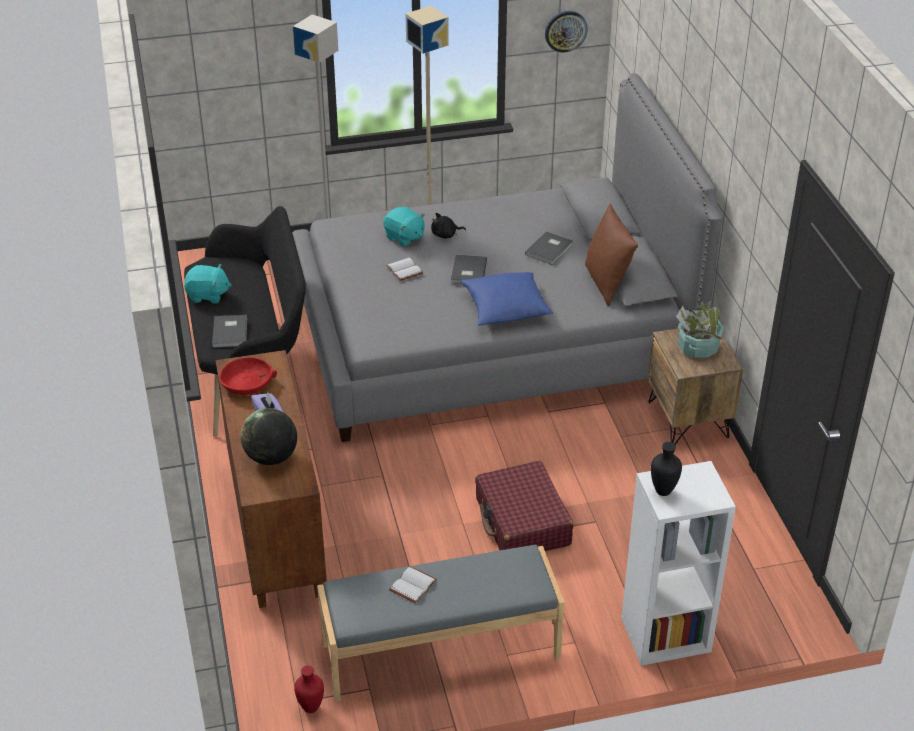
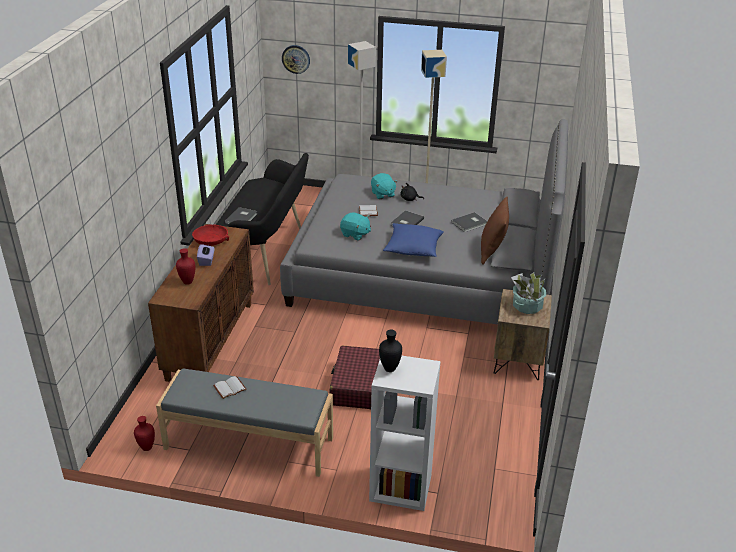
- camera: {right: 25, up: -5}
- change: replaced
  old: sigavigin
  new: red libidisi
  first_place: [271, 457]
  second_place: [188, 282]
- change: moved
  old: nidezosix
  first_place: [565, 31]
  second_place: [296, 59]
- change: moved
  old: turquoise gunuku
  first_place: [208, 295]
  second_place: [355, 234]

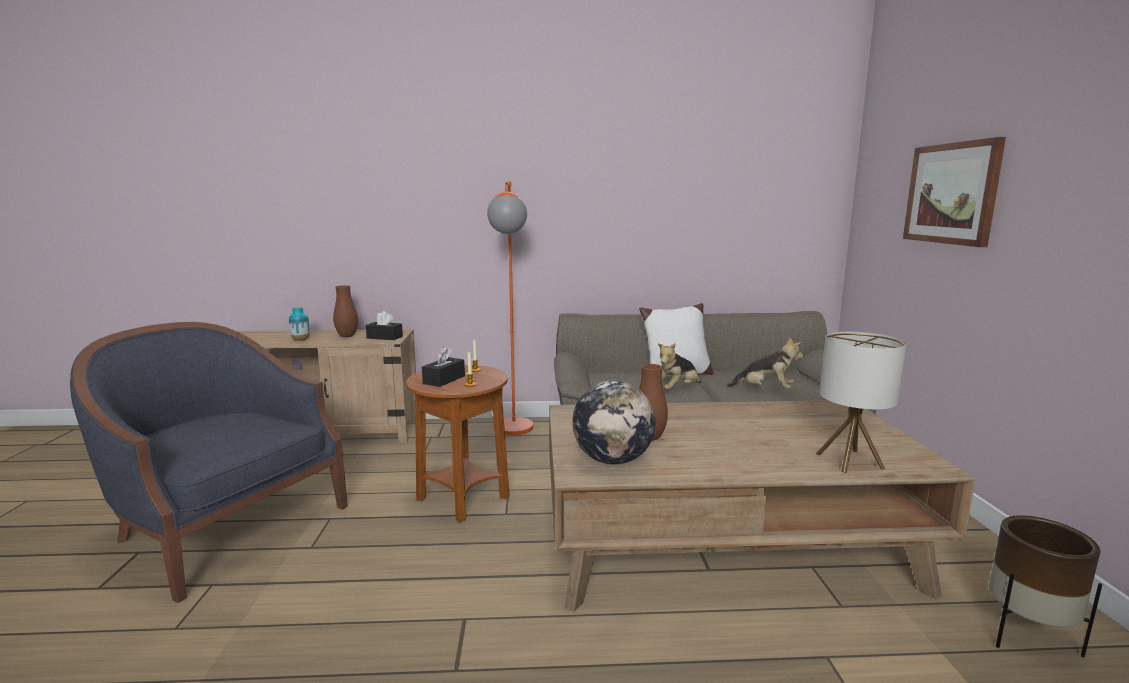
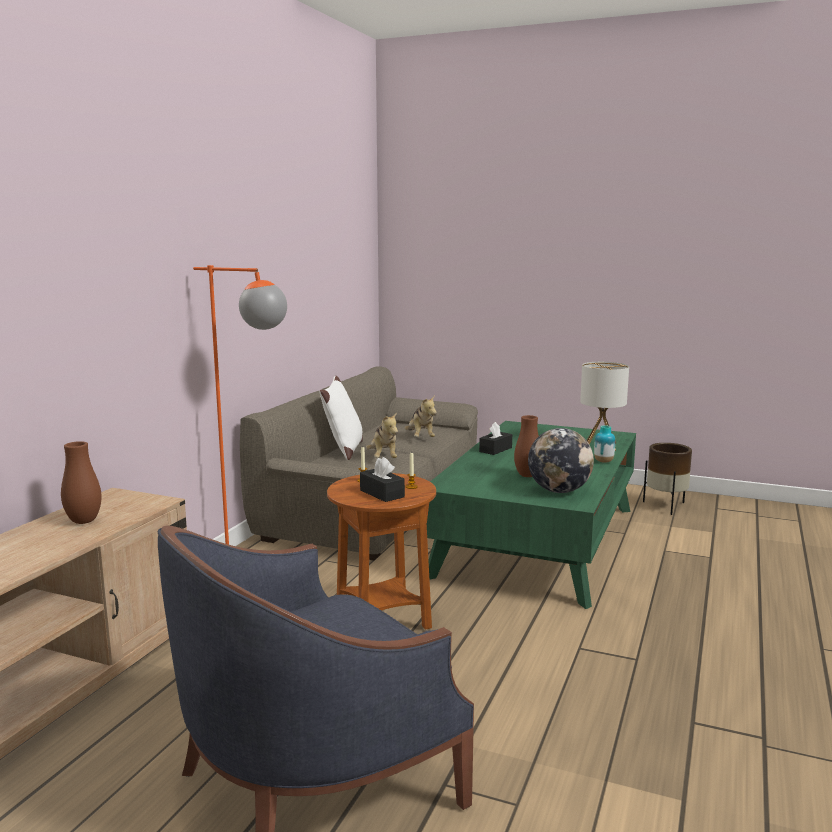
- camera: {right: -65, up: 0}
- change: turned
  old: gunuku
  first_place: [765, 390]
  second_place: [420, 438]
  degrees: 120
- change: recoloured
  old: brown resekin
  new: green resekin
  first_place: [724, 540]
  second_place: [538, 540]
- change: moved
  old: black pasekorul
  first_place: [384, 337]
  second_place: [495, 449]
- change: moved
  old: libidisi
  first_place: [300, 340]
  second_place: [603, 461]
- change: removed
  old: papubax
  first_place: [951, 193]

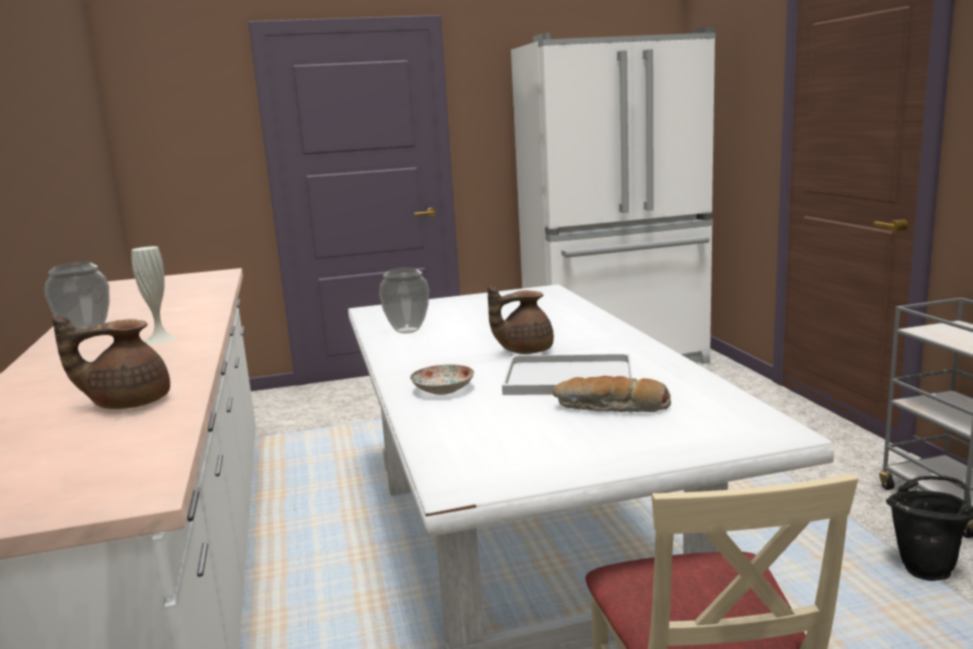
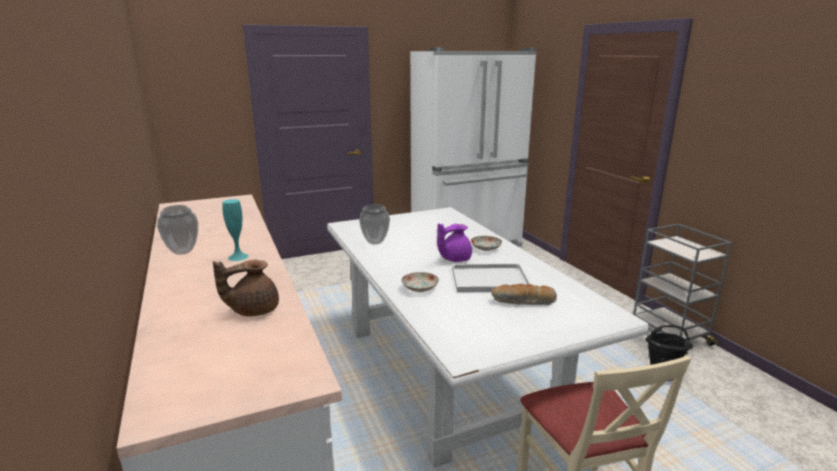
- camera: {right: -10, up: 5}
- change: recoloured
  old: white libidisi
  new: turquoise libidisi
  first_place: [160, 339]
  second_place: [238, 257]
- change: recoloured
  old: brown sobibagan
  new: purple sobibagan
  first_place: [524, 350]
  second_place: [454, 259]
- change: added
  new: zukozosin
  second_place: [486, 248]

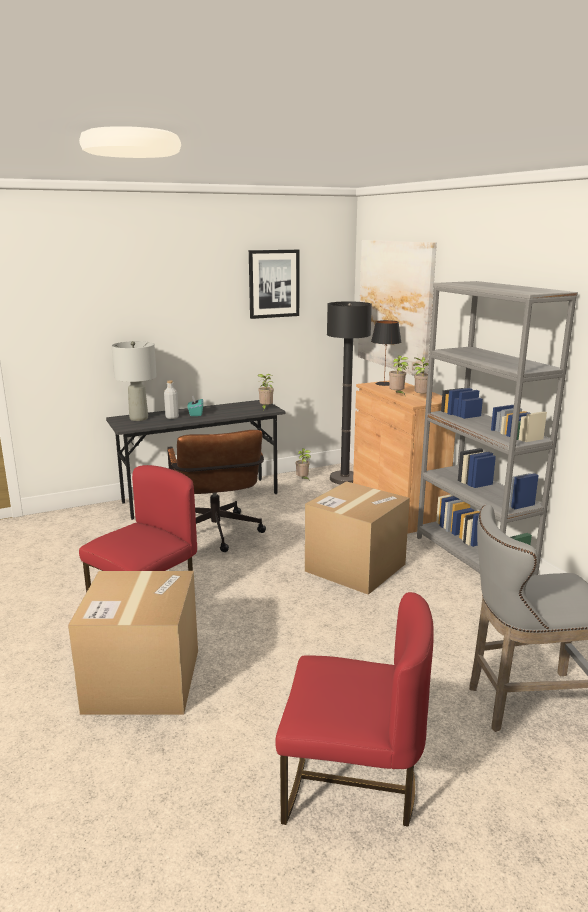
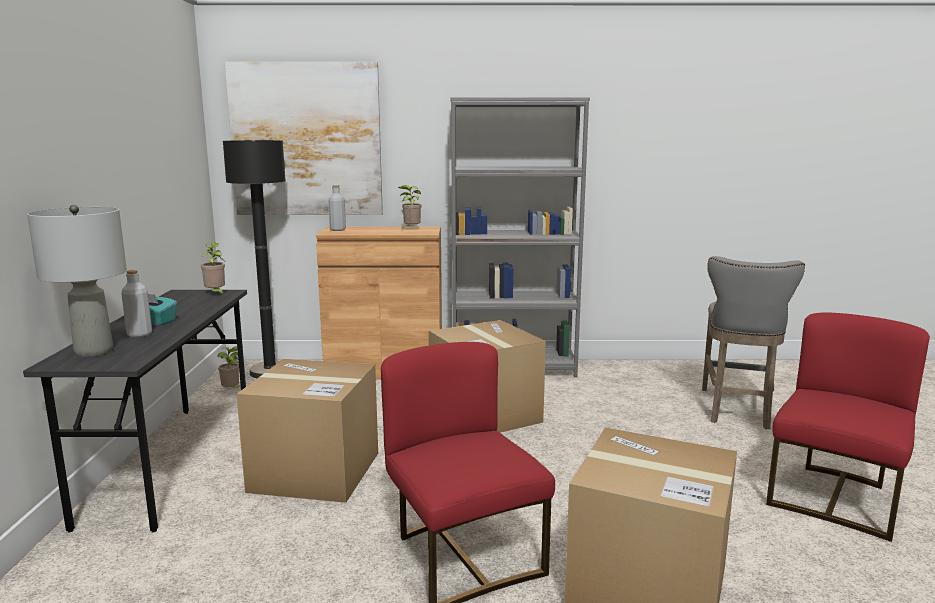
- camera: {right: -65, up: -5}
- change: replaced
  old: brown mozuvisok
  new: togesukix
  first_place: [217, 536]
  second_place: [315, 472]
- change: replaced
  old: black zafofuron
  new: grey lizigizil
  first_place: [384, 384]
  second_place: [338, 230]
- change: removed
  old: papubax
  first_place: [274, 284]
- change: removed
  old: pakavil
  first_place: [397, 394]

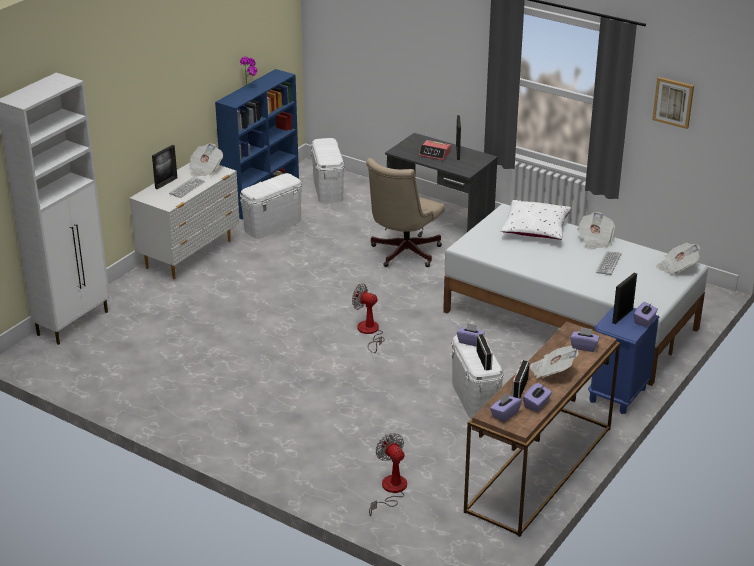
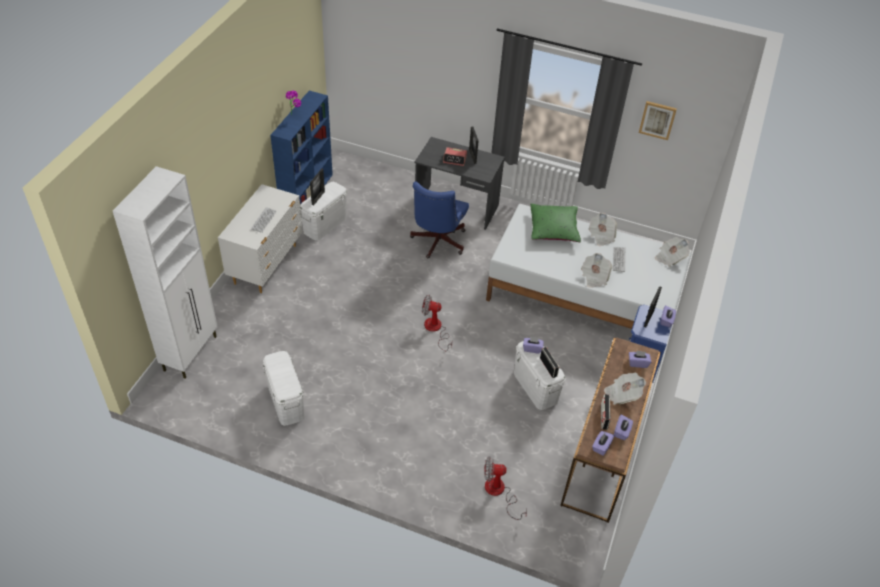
- camera: {right: -15, up: 15}
- change: moved
  old: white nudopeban
  first_place: [328, 190]
  second_place: [286, 401]
- change: moved
  old: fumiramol
  first_place: [166, 183]
  second_place: [318, 198]
- change: recoloured
  old: beige mozuvisok
  new: blue mozuvisok
  first_place: [402, 254]
  second_place: [437, 243]
- change: turned
  old: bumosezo
  first_place: [390, 490]
  second_place: [499, 492]
  degrees: -45
- change: recoloured
  old: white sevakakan
  new: green sevakakan
  first_place: [535, 229]
  second_place: [553, 229]
- change: moved
  old: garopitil
  first_place: [205, 169]
  second_place: [594, 277]

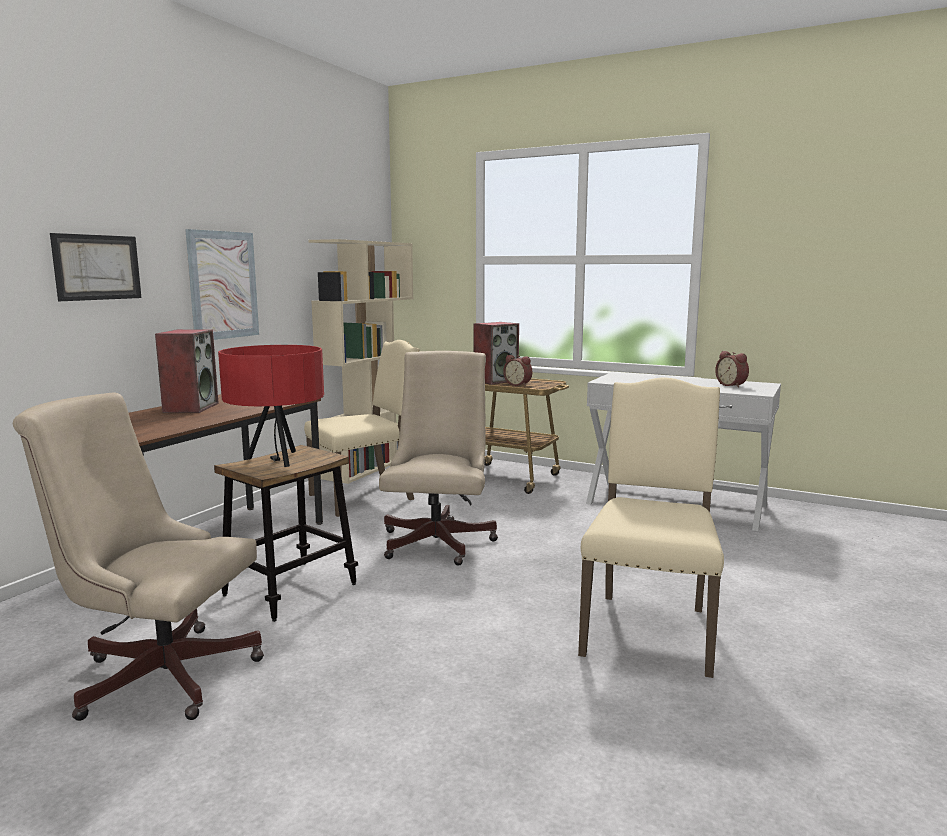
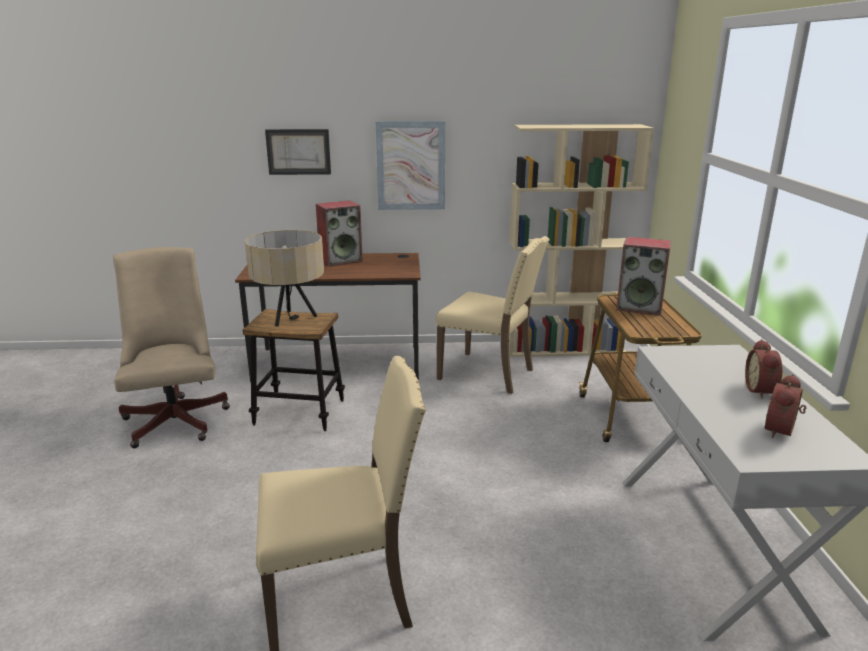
- camera: {right: 60, up: 10}
- change: recoloured
  old: red zafofuron
  new: beige zafofuron
  first_place: [277, 461]
  second_place: [290, 320]
- change: moved
  old: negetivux
  first_place: [518, 384]
  second_place: [762, 391]
- change: removed
  old: beige mozuvisok
  first_place: [439, 540]

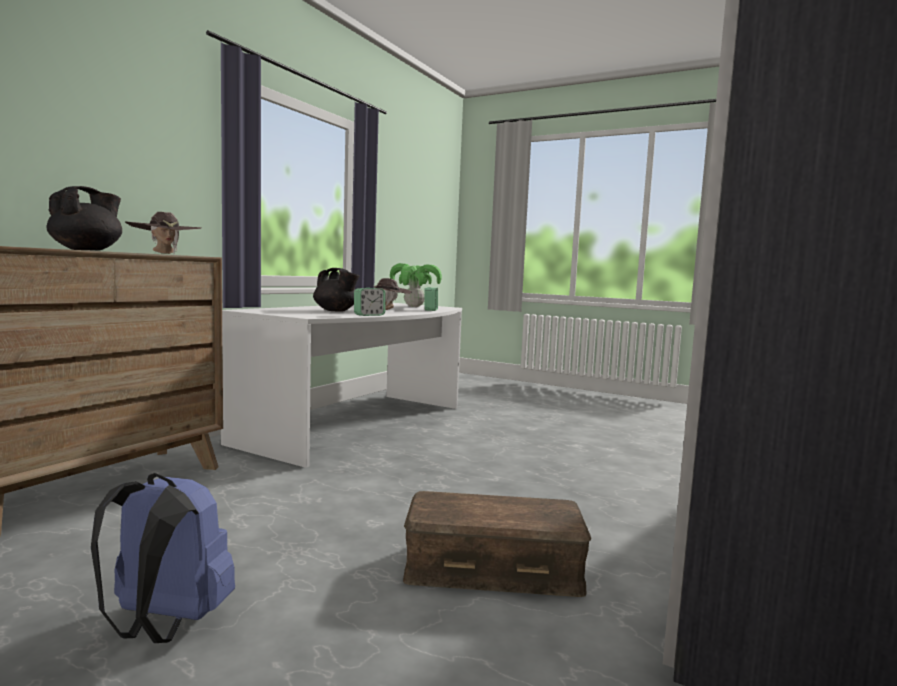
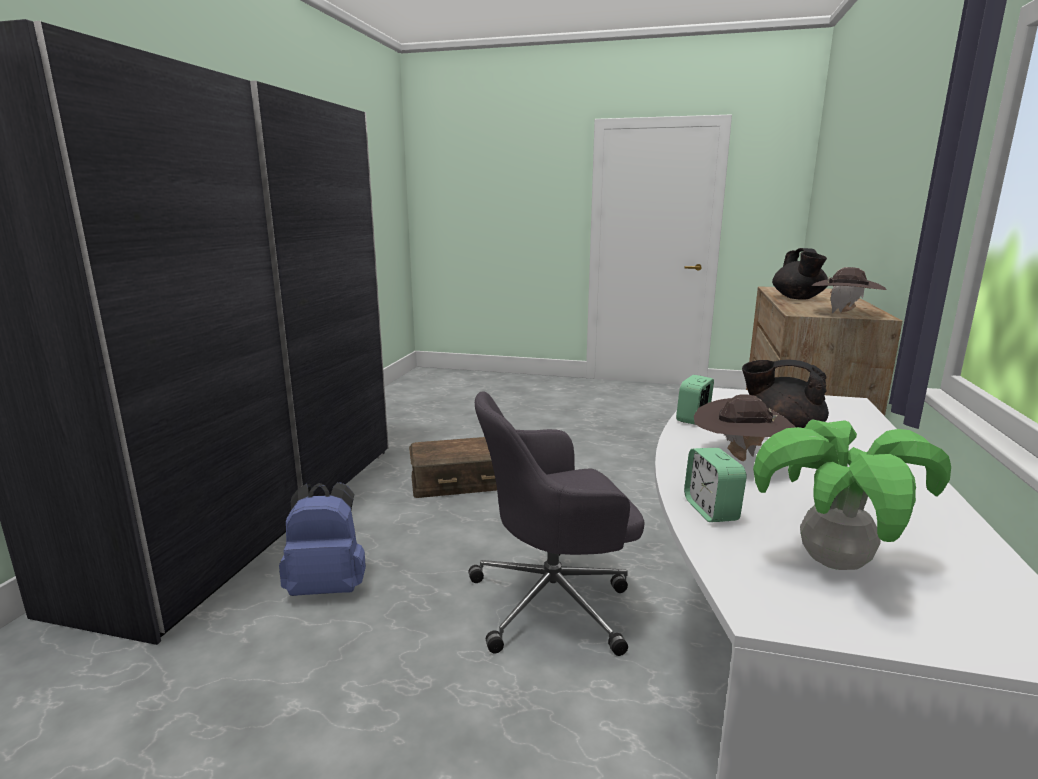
- camera: {right: 165, up: 10}
- change: moved
  old: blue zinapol
  first_place: [165, 625]
  second_place: [328, 586]
- change: added
  new: grey mozuvisok
  second_place: [555, 602]

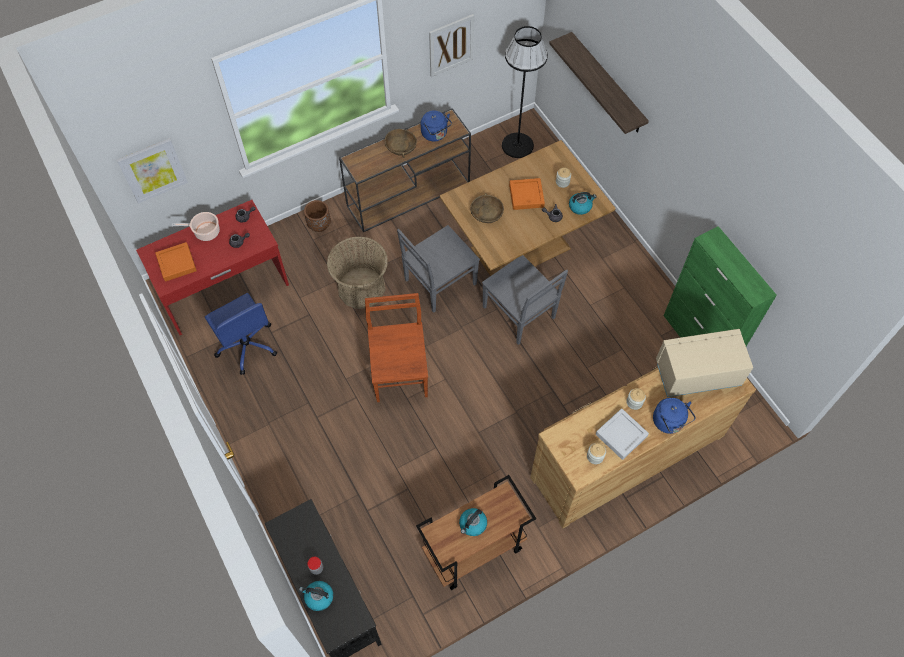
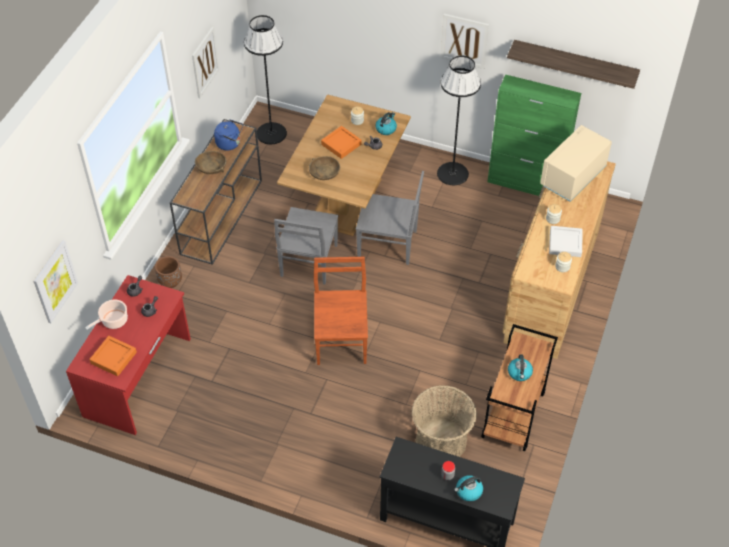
- camera: {right: -40, up: -10}
- change: turned
  old: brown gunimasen
  first_place: [399, 371]
  second_place: [341, 340]
  degrees: 45
- change: moved
  old: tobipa
  first_place: [361, 288]
  second_place: [441, 440]
- change: added
  new: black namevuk
  second_place: [453, 173]
- change: added
  new: papubax
  second_place: [464, 41]
- change: moved
  old: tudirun
  first_place: [607, 84]
  second_place: [574, 64]
- change: removed
  old: blue mozuvisok
  first_place: [247, 346]
- change: removed
  old: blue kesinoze
  first_place: [669, 422]

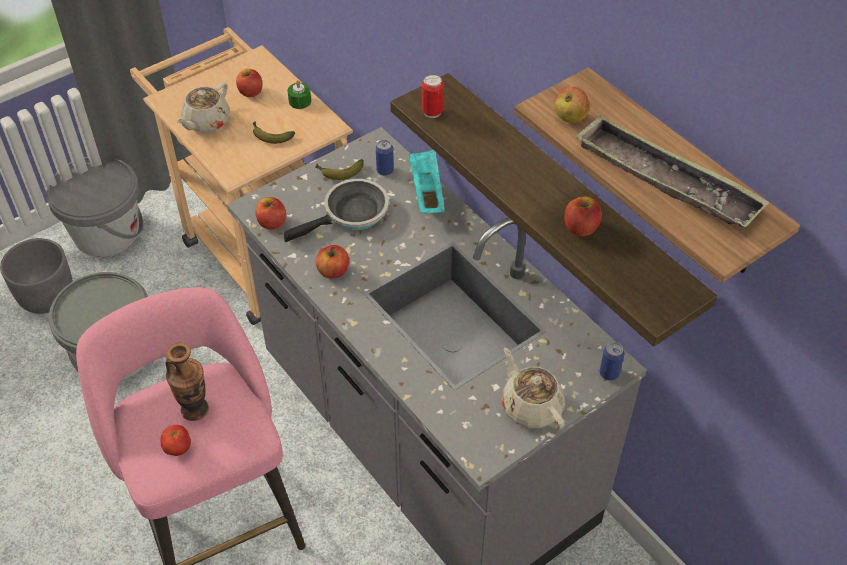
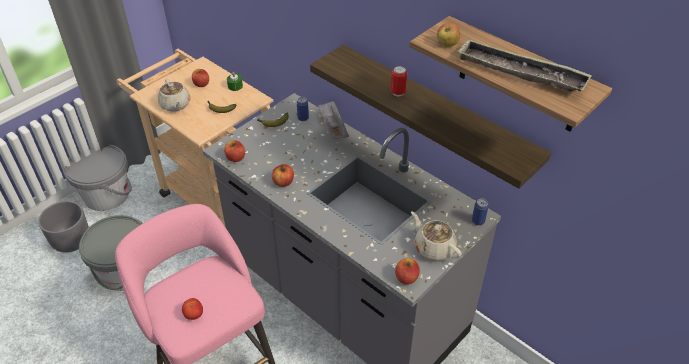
- camera: {right: -10, up: -5}
- change: turned
  old: beige sobibagan
  first_place: [206, 122]
  second_place: [175, 105]
  degrees: -45
- change: recoloured
  old: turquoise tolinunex
  new: grey tolinunex
  first_place: [426, 191]
  second_place: [333, 127]
- change: moved
  old: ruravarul
  first_place: [432, 112]
  second_place: [398, 92]
- change: moved
  old: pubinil
  first_place: [580, 227]
  second_place: [406, 278]
- change: removed
  old: libidisi
  first_place: [195, 409]
- change: removed
  old: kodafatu
  first_place: [351, 214]

